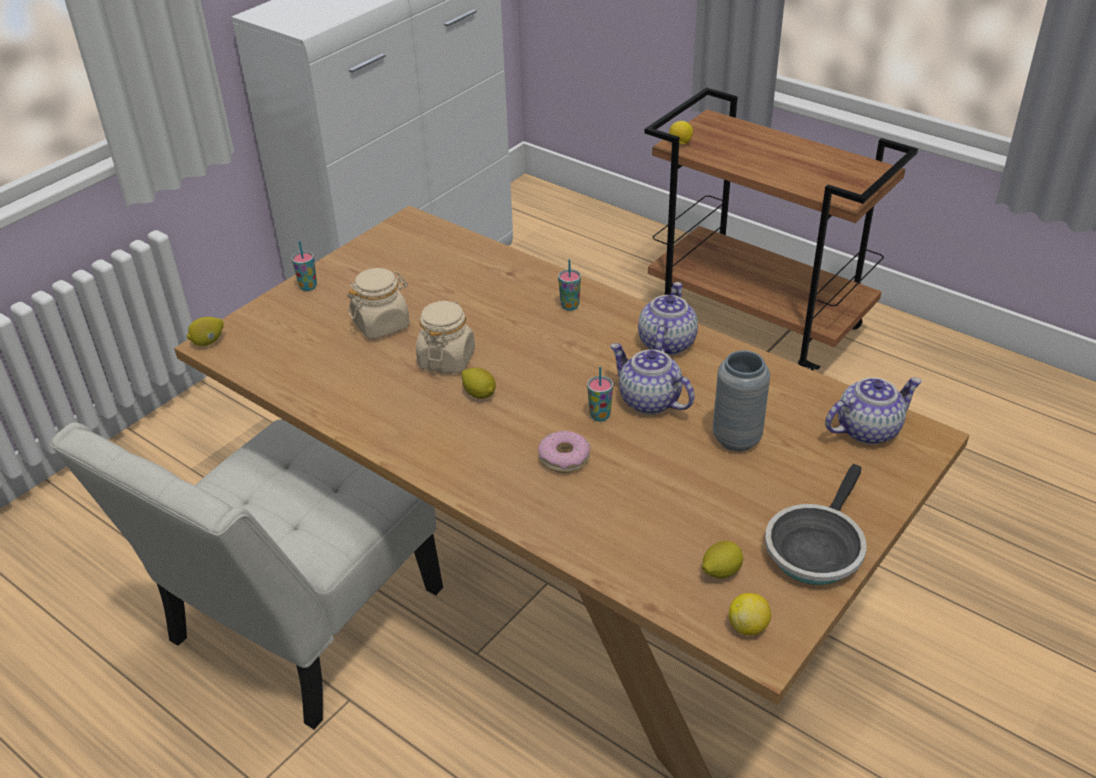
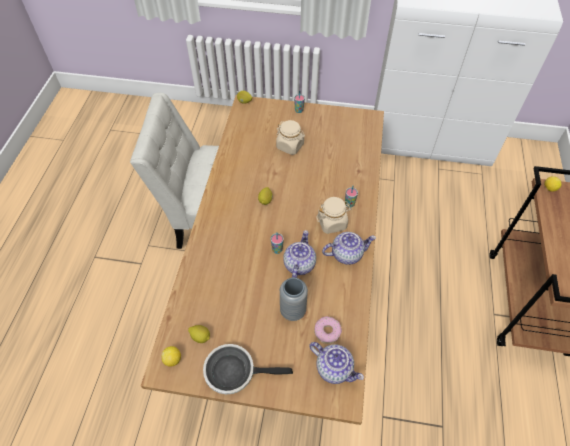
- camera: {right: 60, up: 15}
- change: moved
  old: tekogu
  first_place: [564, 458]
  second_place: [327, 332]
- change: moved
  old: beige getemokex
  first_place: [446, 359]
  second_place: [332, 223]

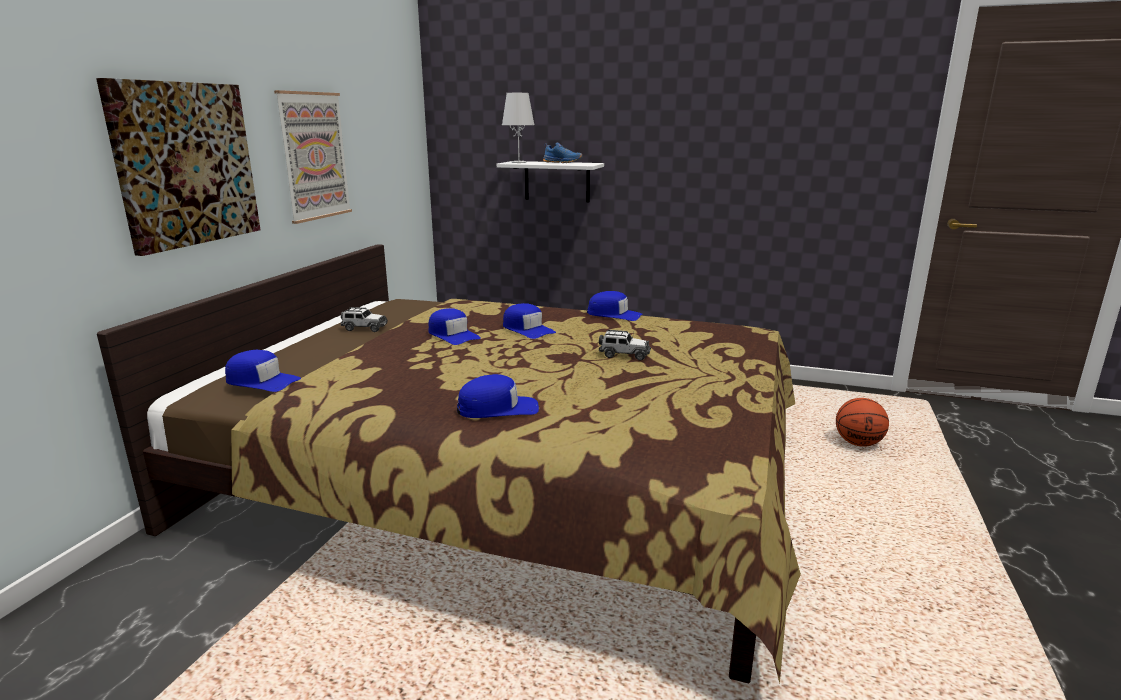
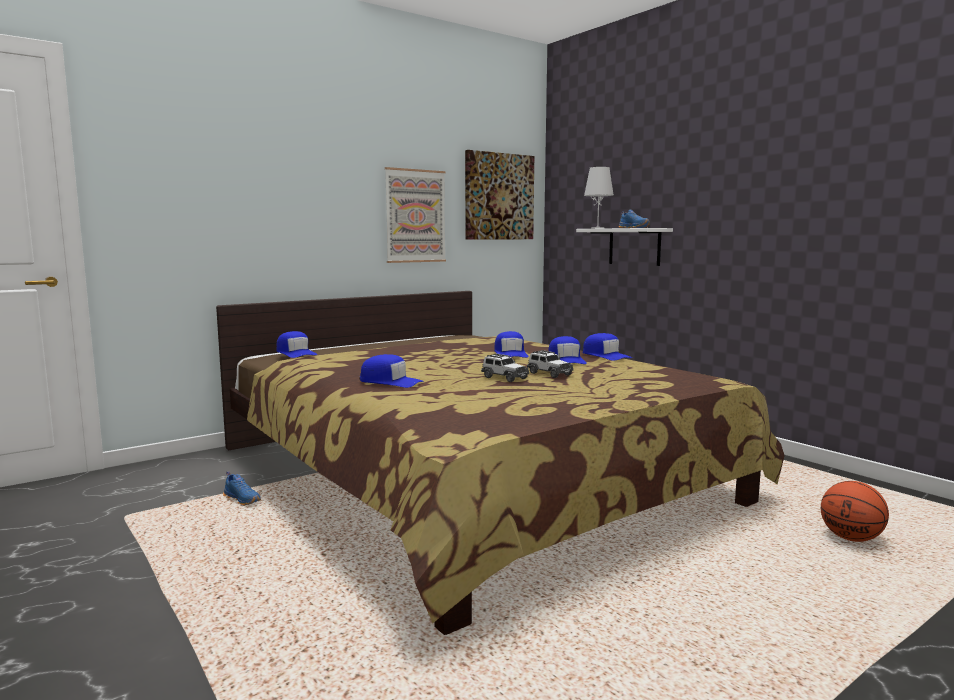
- camera: {right: 35, up: -10}
- change: added
  new: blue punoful
  second_place: [243, 500]
- change: moved
  old: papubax
  first_place: [185, 164]
  second_place: [498, 196]
- change: moved
  old: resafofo
  first_place: [364, 328]
  second_place: [504, 378]
- change: moved
  old: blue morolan
  first_place: [453, 335]
  second_place: [566, 360]

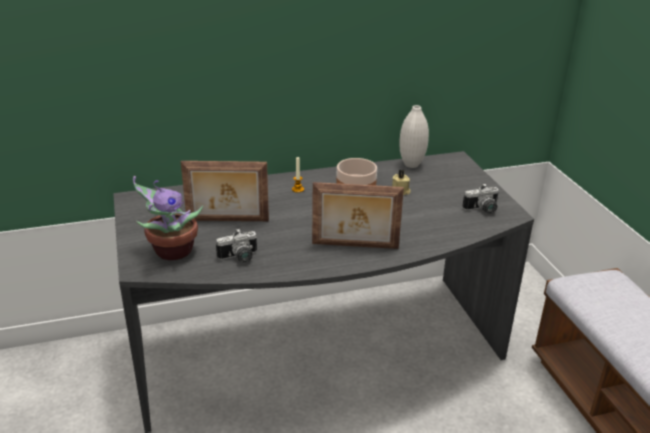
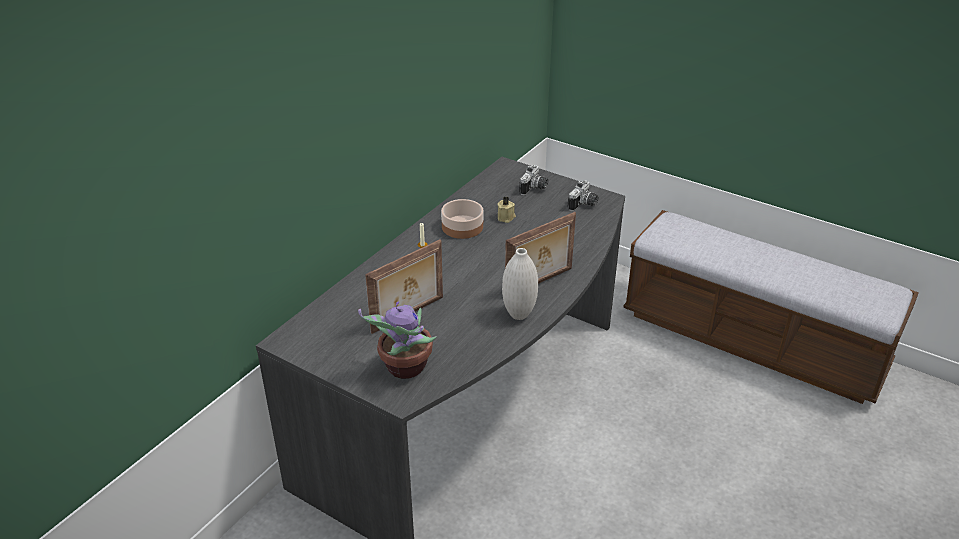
- camera: {right: -40, up: 5}
- change: moved
  old: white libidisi
  first_place: [411, 164]
  second_place: [519, 314]
- change: moved
  old: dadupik
  first_place: [239, 258]
  second_place: [534, 189]

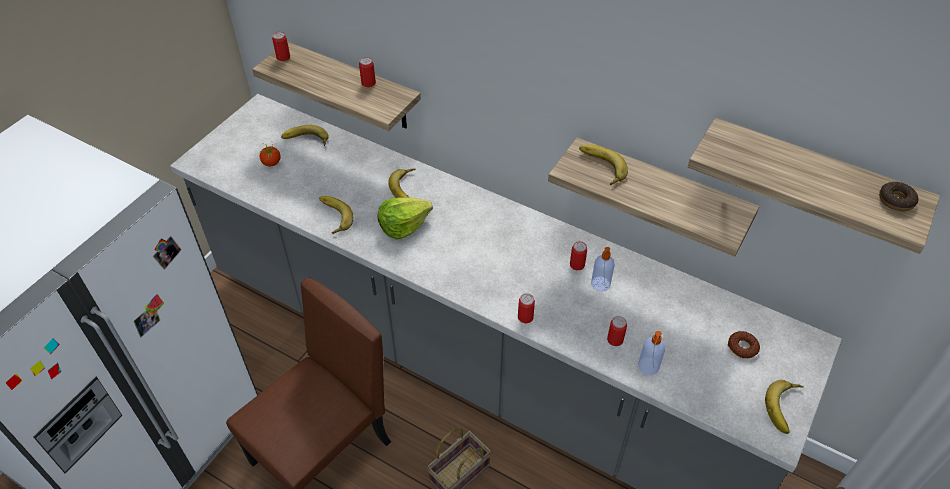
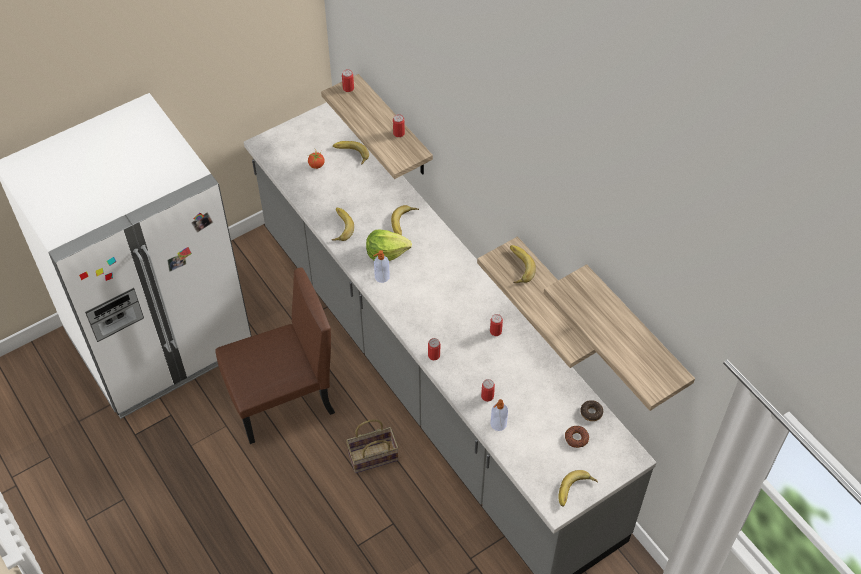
- camera: {right: 25, up: 5}
- change: moved
  old: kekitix
  first_place: [600, 284]
  second_place: [381, 277]
- change: moved
  old: tekogu
  first_place: [896, 200]
  second_place: [591, 412]

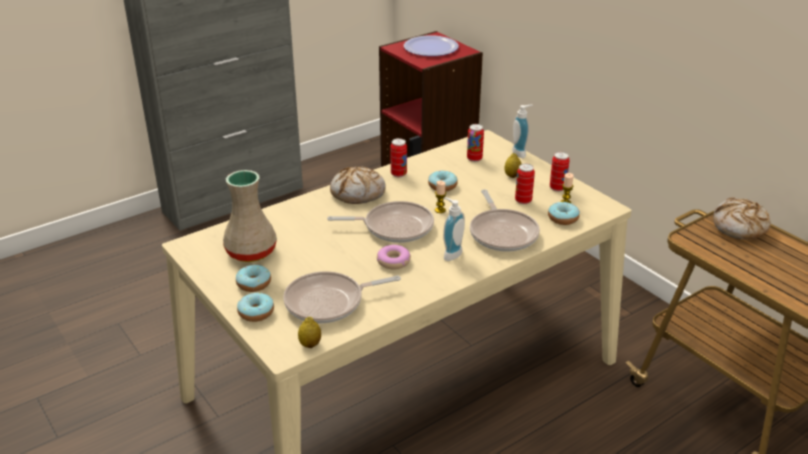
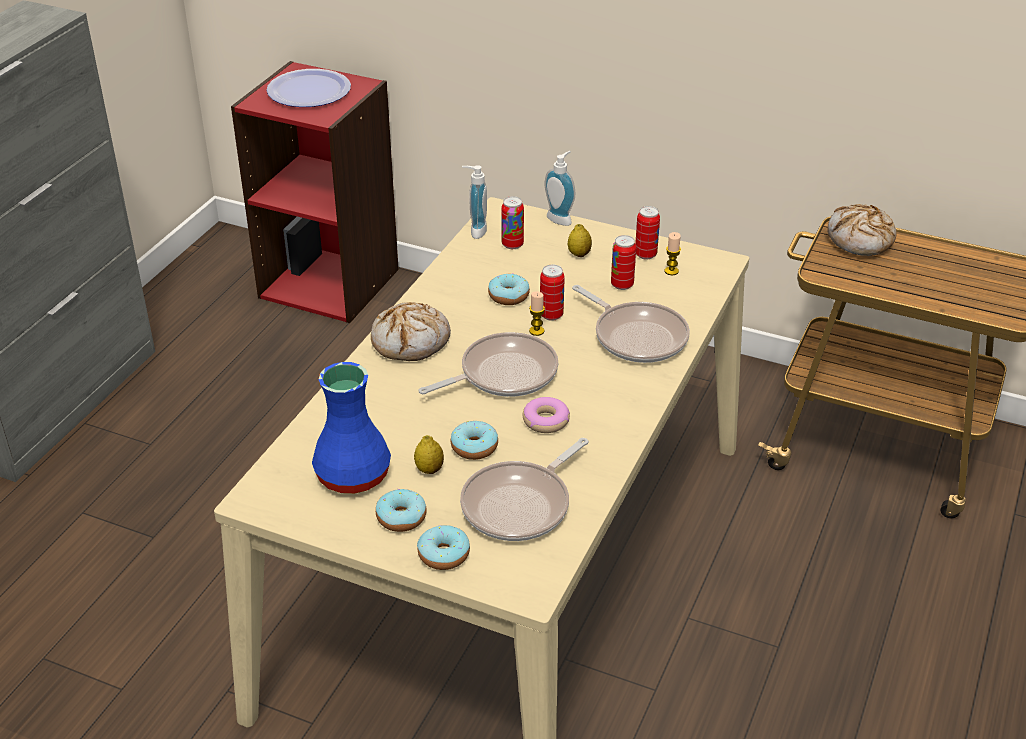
- camera: {right: -30, up: 5}
- change: recoloured
  old: beige libidisi
  new: blue libidisi
  first_place: [250, 252]
  second_place: [351, 476]
- change: moved
  old: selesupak
  first_place: [310, 344]
  second_place: [429, 469]
- change: moved
  old: tekogu
  first_place: [563, 218]
  second_place: [474, 447]
- change: moved
  old: kekitix
  first_place: [450, 254]
  second_place: [475, 231]
- change: moved
  old: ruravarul
  first_place: [398, 174]
  second_place: [551, 315]

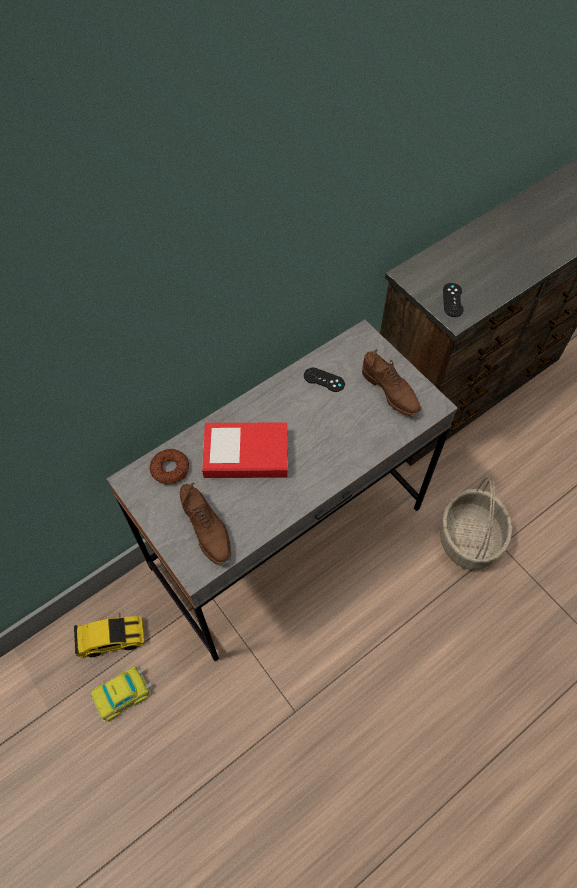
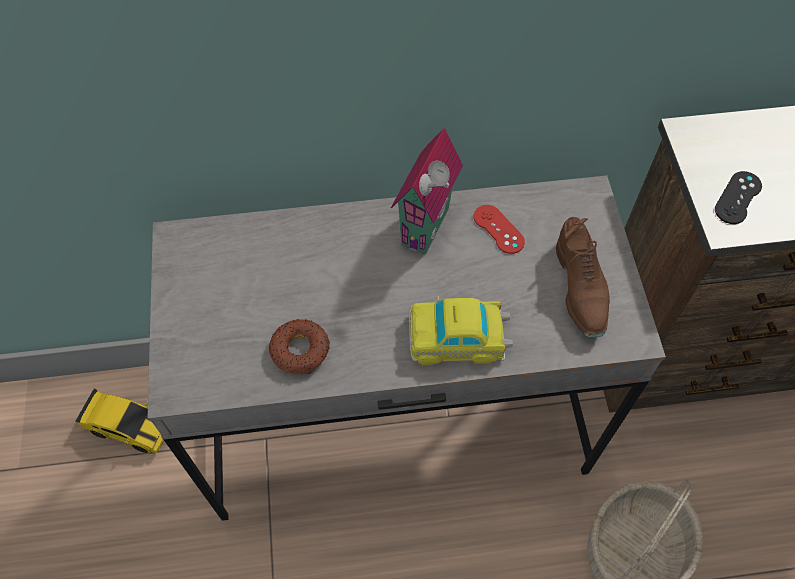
- camera: {right: 30, up: 0}
- change: moved
  old: tekogu
  first_place: [170, 469]
  second_place: [300, 350]
- change: added
  new: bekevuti
  second_place: [429, 228]
- change: moved
  old: resafofo
  first_place: [123, 693]
  second_place: [459, 336]
- change: recoloured
  old: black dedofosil
  new: red dedofosil
  first_place: [324, 380]
  second_place: [498, 229]
- change: removed
  old: brown punoful
  first_place: [207, 530]
- change: removed
  old: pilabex
  first_place: [246, 455]

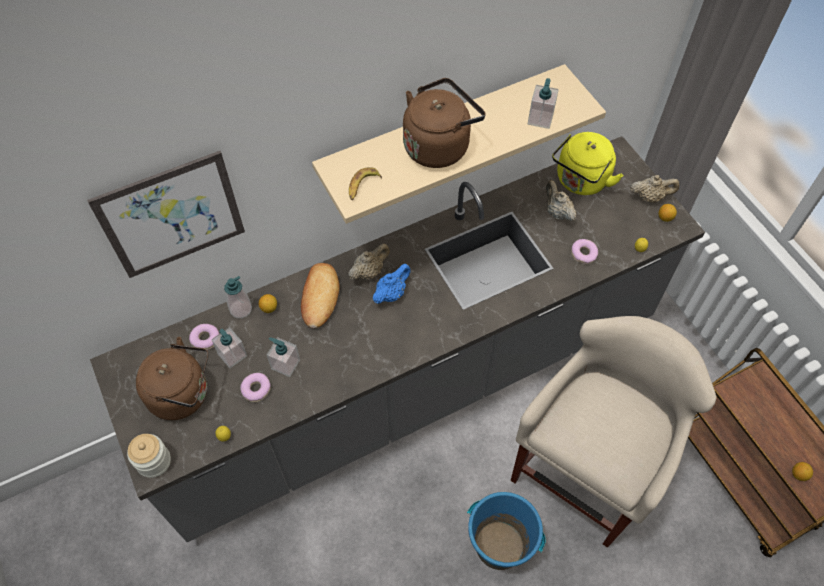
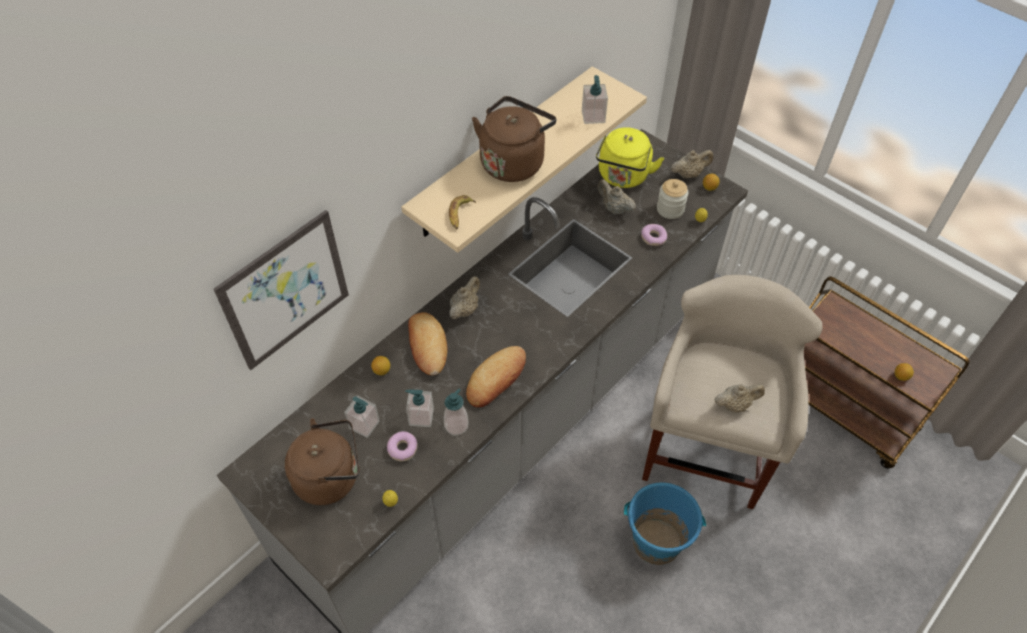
- camera: {right: -20, up: -5}
- change: moved
  old: kekitix
  first_place: [241, 309]
  second_place: [456, 425]
- change: added
  new: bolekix
  second_place: [496, 379]
- change: moved
  old: getemokex
  first_place: [154, 461]
  second_place: [670, 209]
- change: added
  new: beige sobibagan
  second_place: [735, 405]
- change: removed
  old: tekogu
  first_place: [205, 339]
- change: removed
  old: blue sobibagan
  first_place: [391, 293]

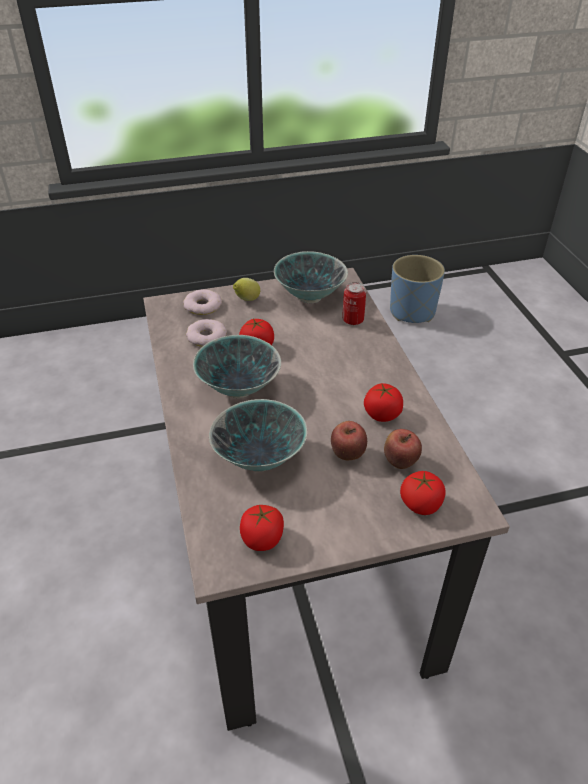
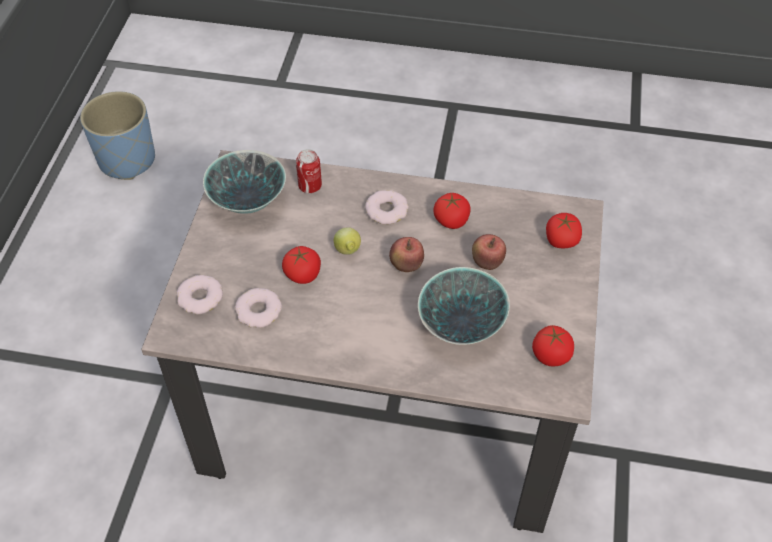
- camera: {right: -65, up: 10}
- change: moved
  old: selesupak
  first_place: [246, 300]
  second_place: [348, 252]
- change: added
  new: tekogu
  second_place: [386, 210]
- change: moved
  old: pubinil
  first_place: [400, 462]
  second_place: [406, 266]
- change: removed
  old: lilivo
  first_place: [238, 389]

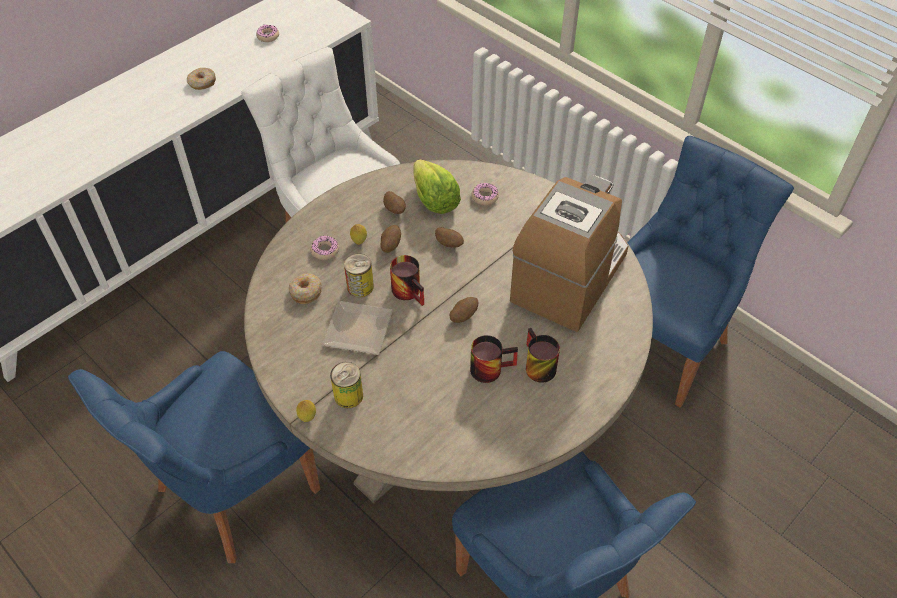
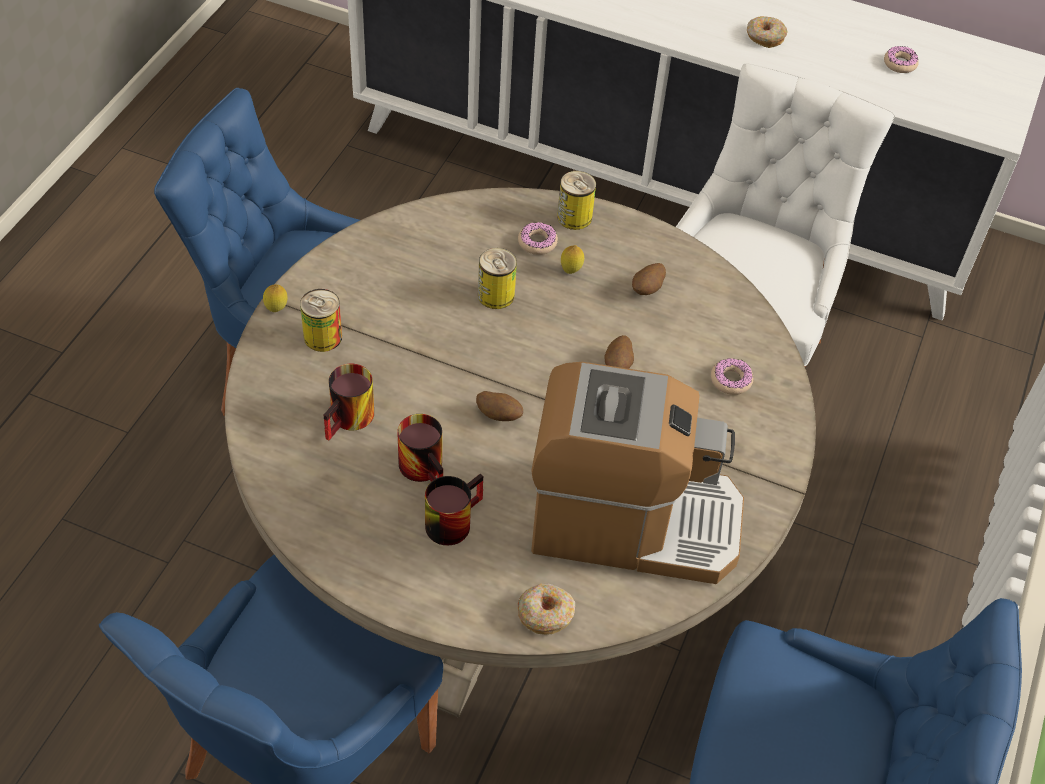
- camera: {right: 65, up: 0}
- change: moved
  old: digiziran
  first_place: [411, 291]
  second_place: [351, 420]
- change: moved
  old: tekogu
  first_place: [306, 292]
  second_place: [545, 613]
- change: added
  new: ruravarul
  second_place: [574, 217]
- change: removed
  old: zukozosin
  first_place: [357, 328]
- change: removed
  old: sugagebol
  first_place: [390, 245]
- change: removed
  old: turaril
  first_place: [434, 200]

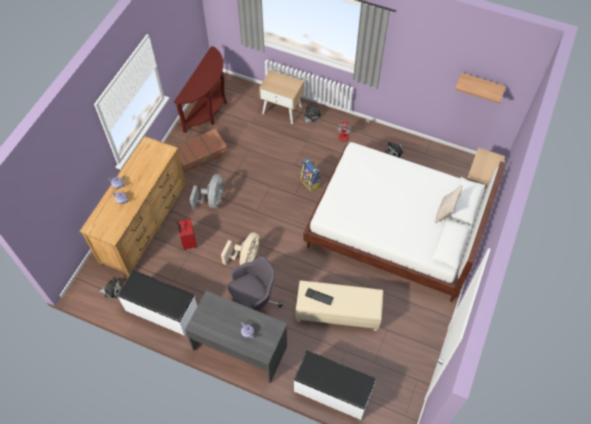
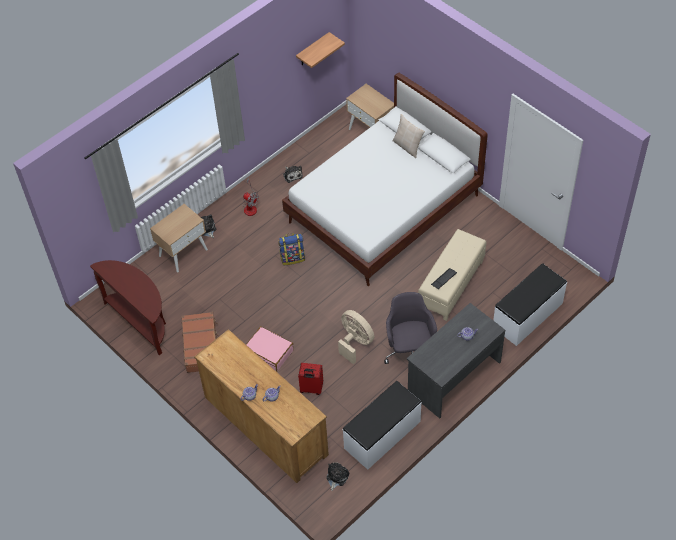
- camera: {right: -65, up: -5}
- change: replaced
  old: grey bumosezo
  new: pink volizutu
  first_place: [212, 200]
  second_place: [269, 352]

